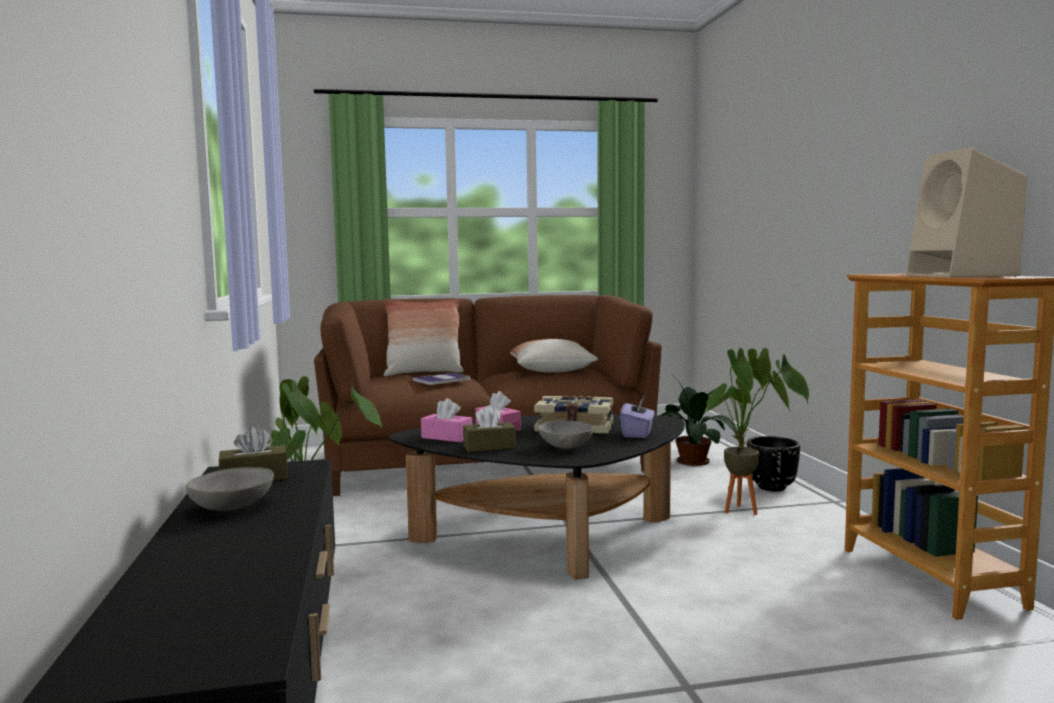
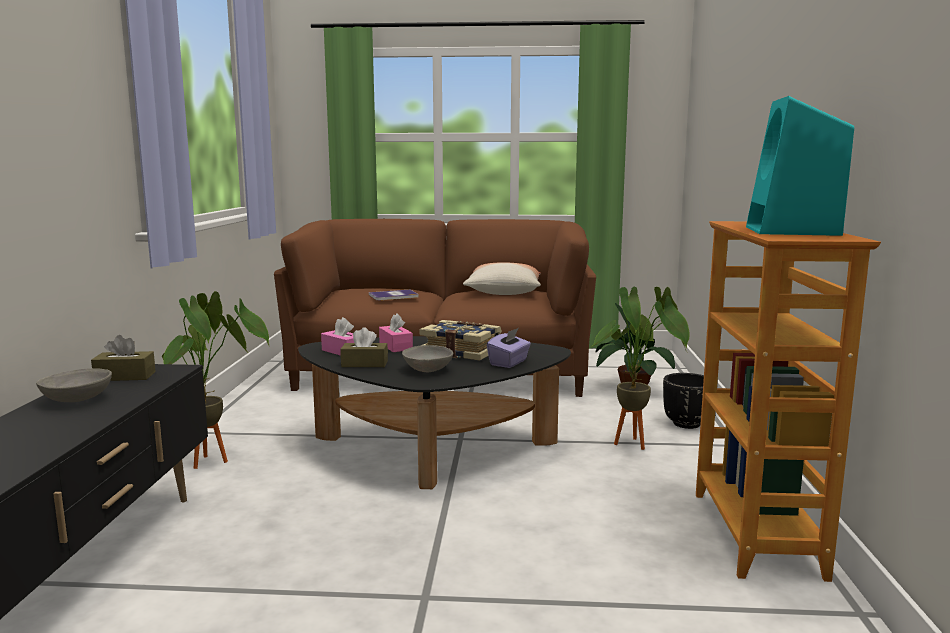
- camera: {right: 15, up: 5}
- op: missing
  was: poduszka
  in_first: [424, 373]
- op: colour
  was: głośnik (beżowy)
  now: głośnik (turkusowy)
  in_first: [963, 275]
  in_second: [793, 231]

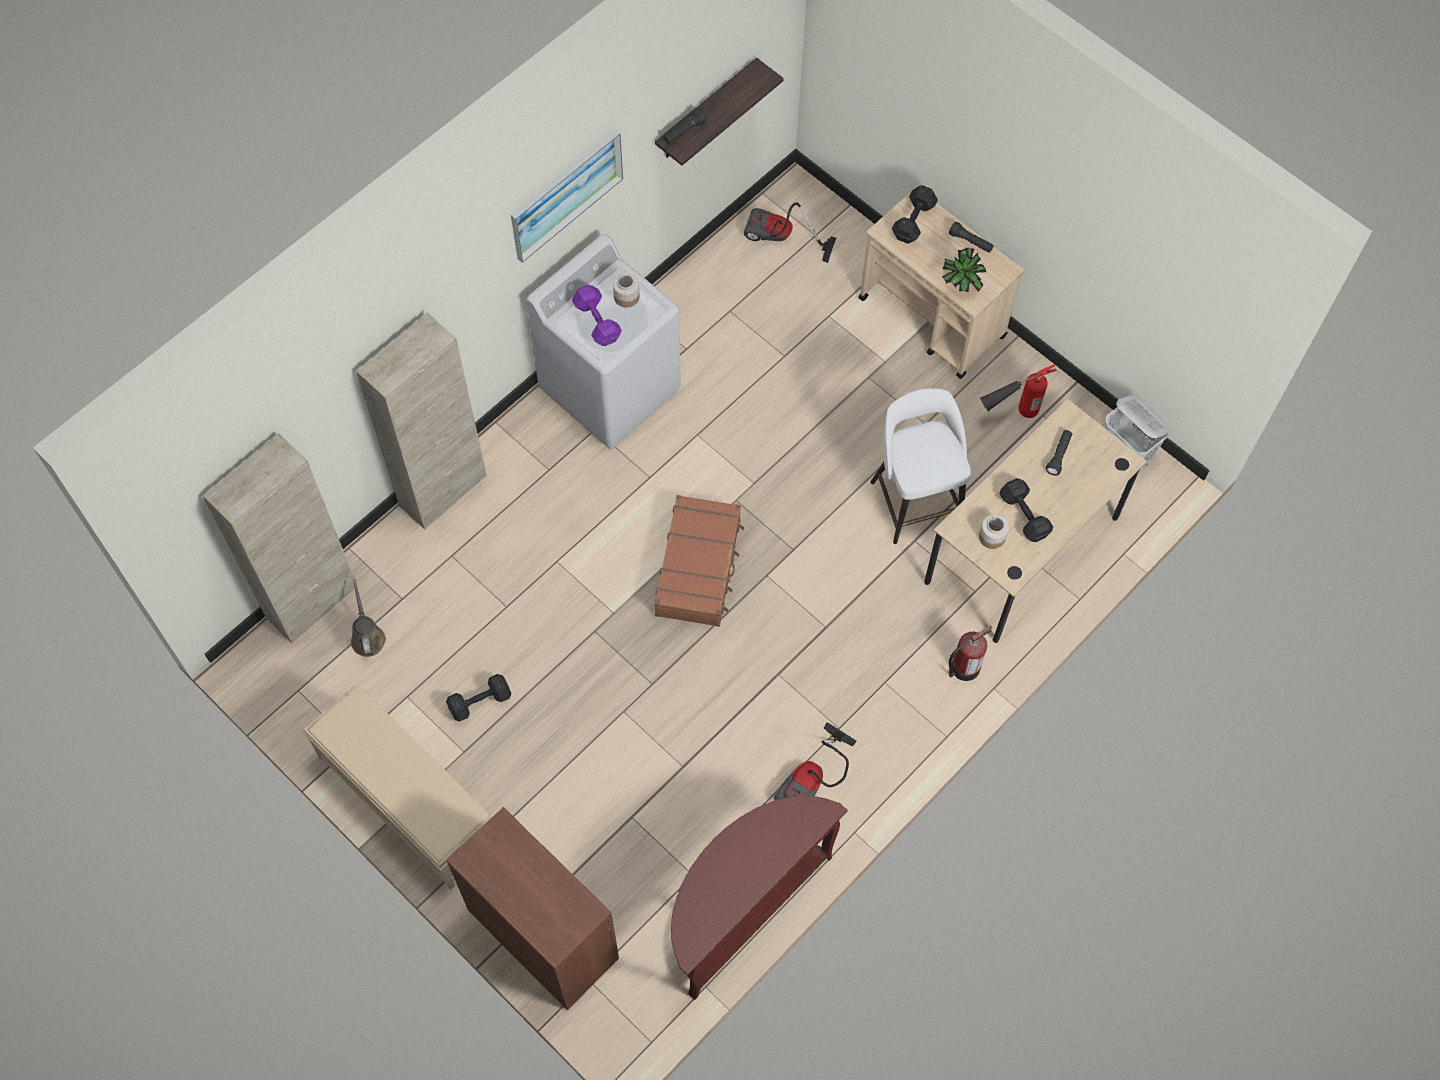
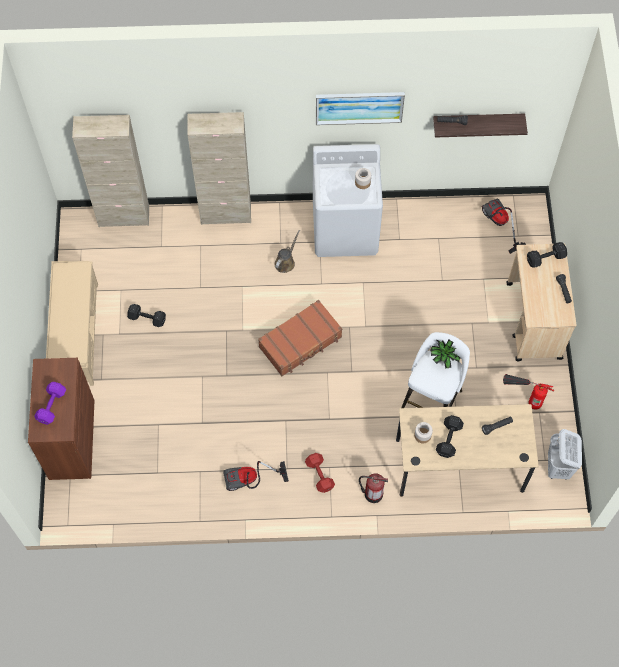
- camera: {right: 45, up: 0}
- op: missing
  was: stolik konsolowy (brązowy)
  in_first: [743, 907]
- op: appeared
  now: hantel (czerwony)
  in_second: [319, 476]
- op: relocated
  was: konewka (brązowy)
  in_first: [367, 636]
  in_second: [285, 262]
- op: relocated
  was: hantel (fioletowy)
  in_first: [597, 323]
  in_second: [51, 407]
- op: relocated
  was: roślina doniczkowa
  in_first: [960, 286]
  in_second: [443, 359]

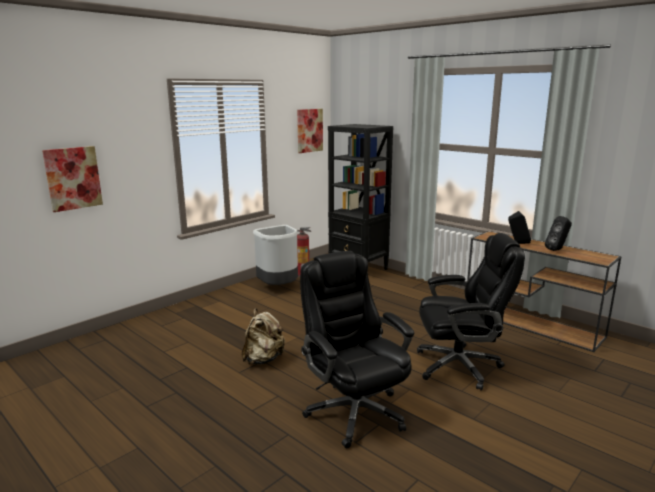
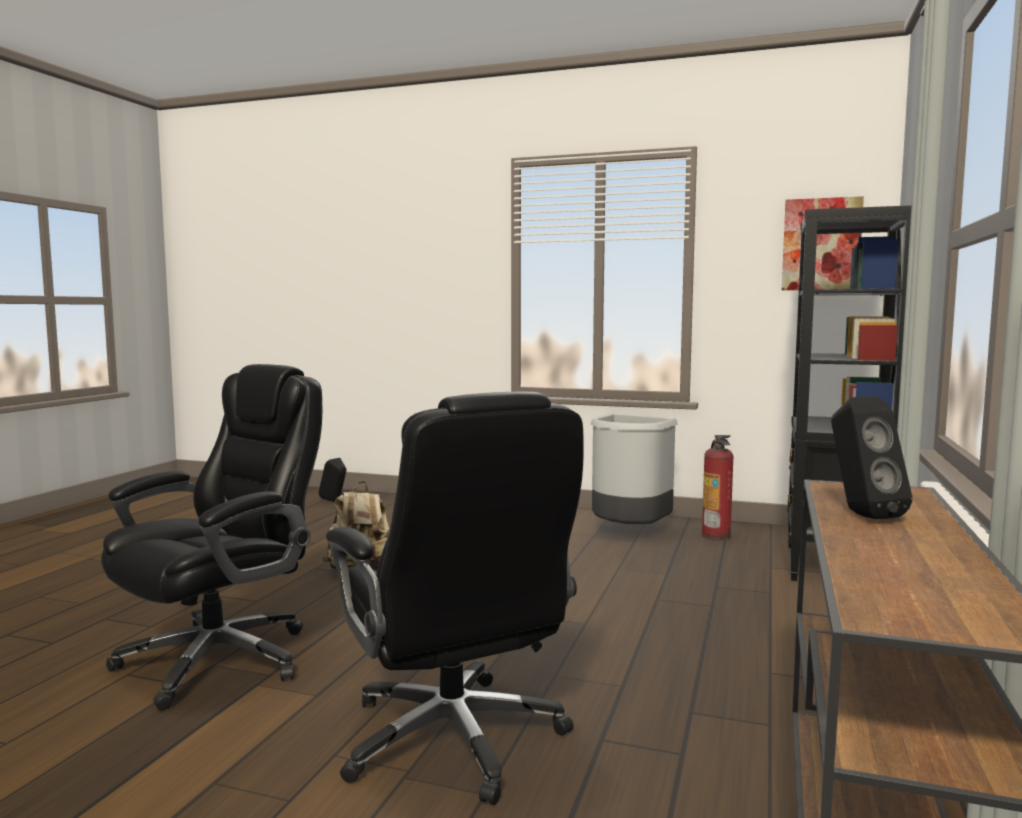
- camera: {right: 65, up: -10}
- op: missing
  was: obraz
  in_first: [73, 178]
- op: relocated
  was: głośnik (czarny)
  in_first: [557, 250]
  in_second: [335, 501]

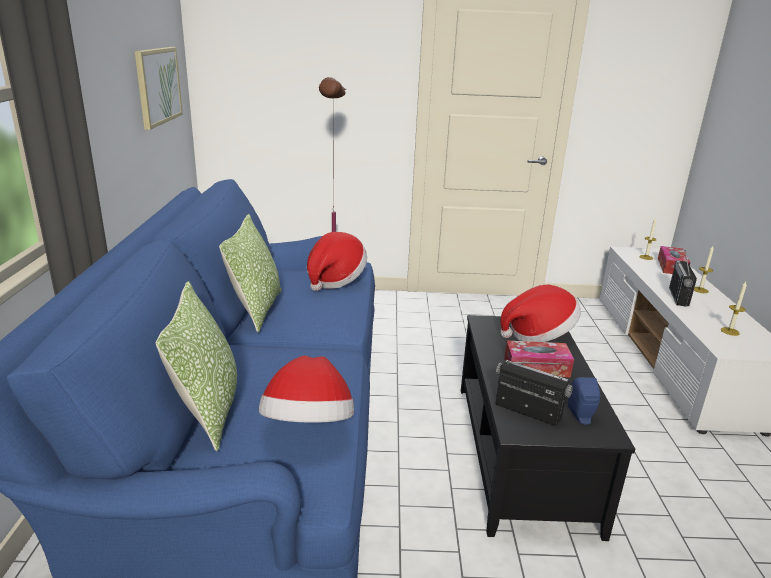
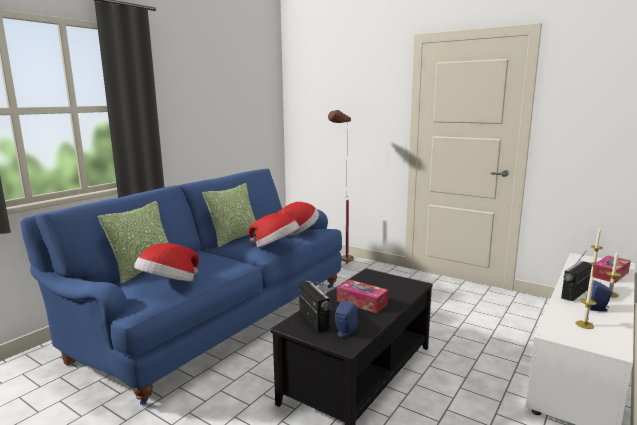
- camera: {right: 35, up: -10}
- op: missing
  was: obraz
  in_first: [158, 86]
- op: appeared
  now: głośnik (niebieski)
  in_second: [598, 309]
- op: relocated
  was: kapelusz
  in_first: [538, 334]
  in_second: [275, 246]

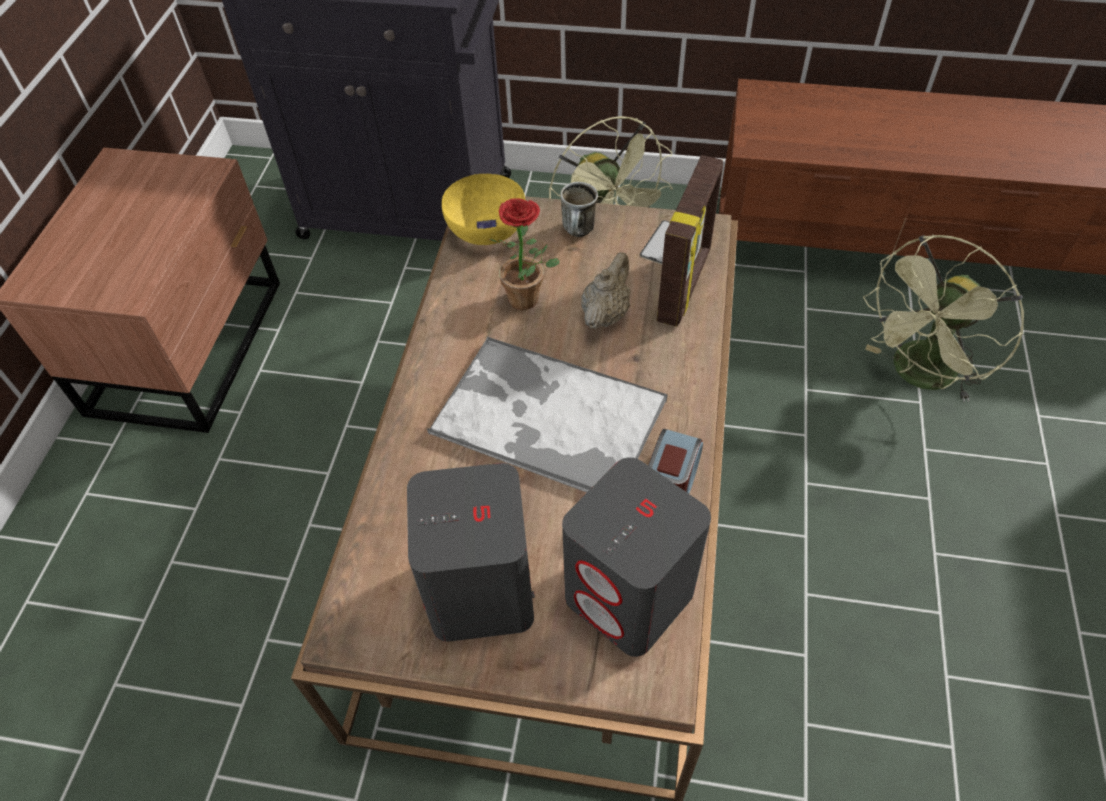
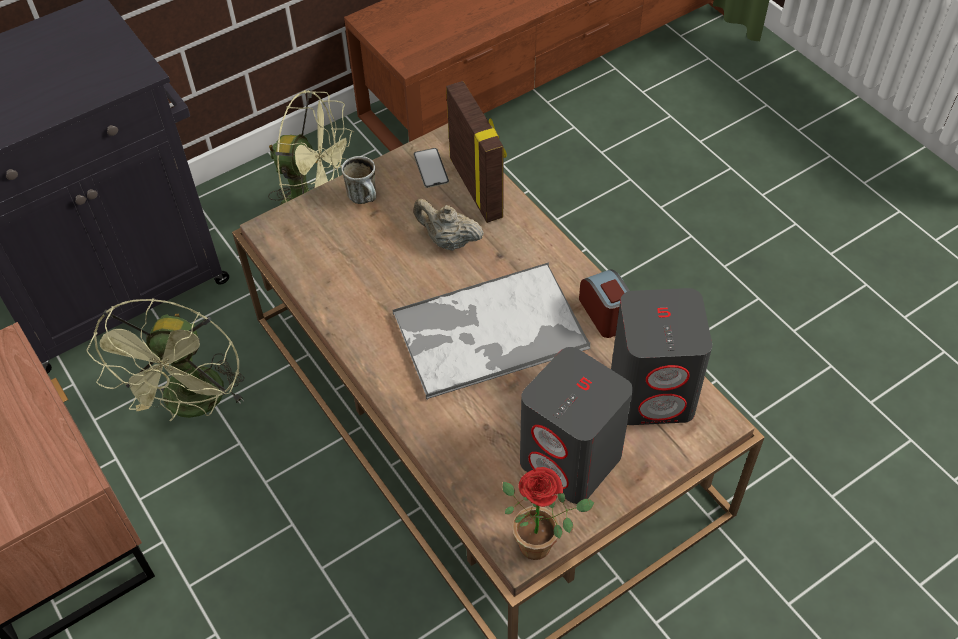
- camera: {right: -45, up: 0}
- op: missing
  was: miska (żółty)
  in_first: [485, 229]
- op: relocated
  was: roślina doniczkowa
  in_first: [530, 301]
  in_second: [542, 543]
- op: relocated
  was: wentylator (zielony)
  in_first: [918, 376]
  in_second: [193, 405]
- op: spun
  was: imbryk (beżowy)
  in_first: [605, 314]
  in_second: [448, 241]
  clockwise: -45

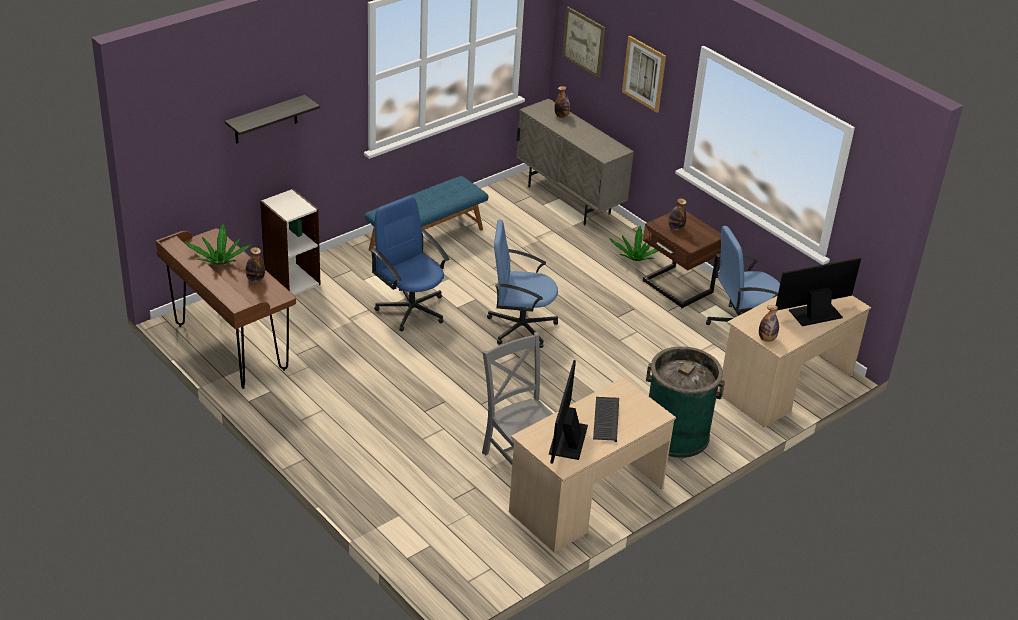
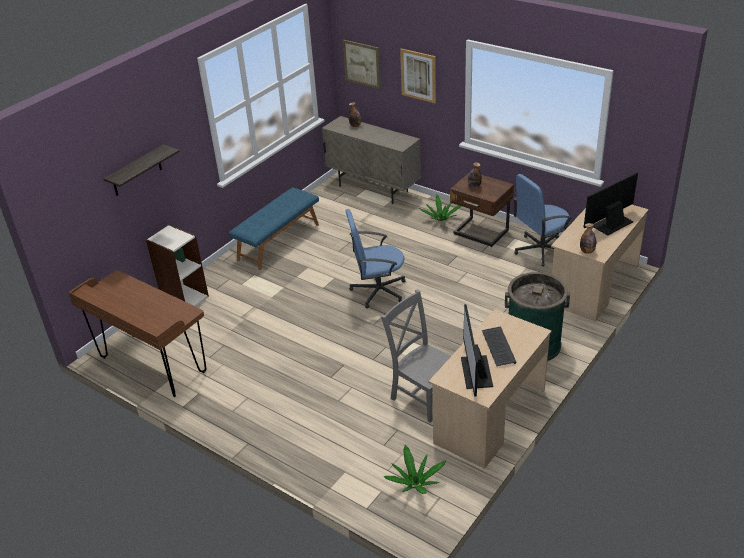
- camera: {right: -10, up: 0}
- op: missing
  was: butelka
  in_first: [255, 279]
- op: missing
  was: krzesło biurowe (niebieski)
  in_first: [411, 309]
- op: relocated
  was: roślina doniczkowa
  in_first: [220, 262]
  in_second: [415, 483]

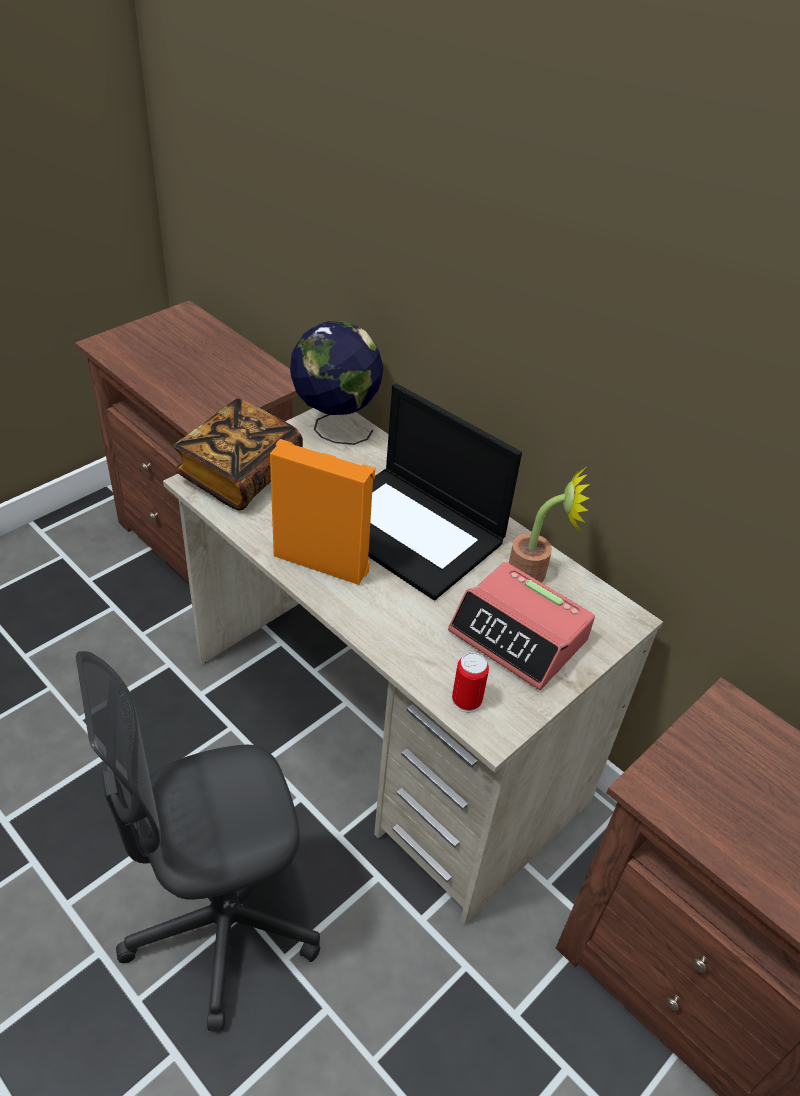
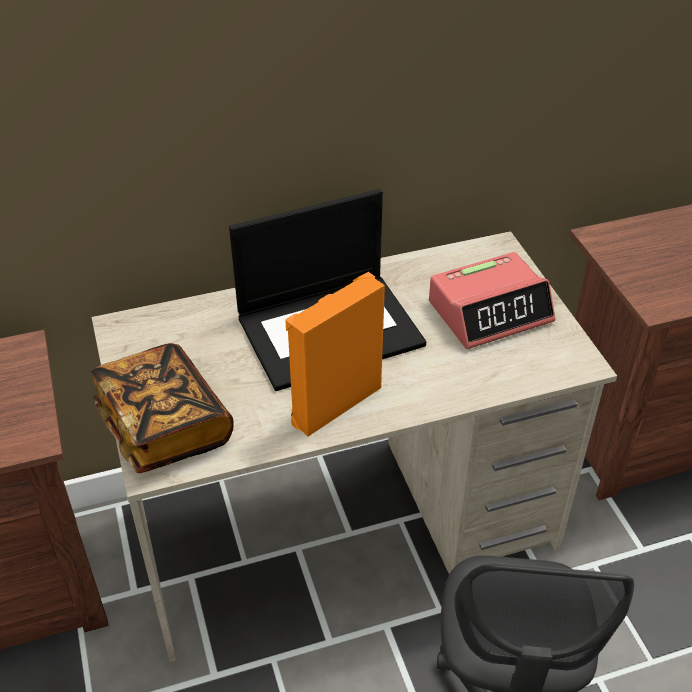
- camera: {right: -60, up: 0}
- op: missing
  was: globus
  in_first: [335, 426]
- op: missing
  was: puszka
  in_first: [466, 700]
- op: missing
  was: roślina doniczkowa
  in_first: [535, 572]

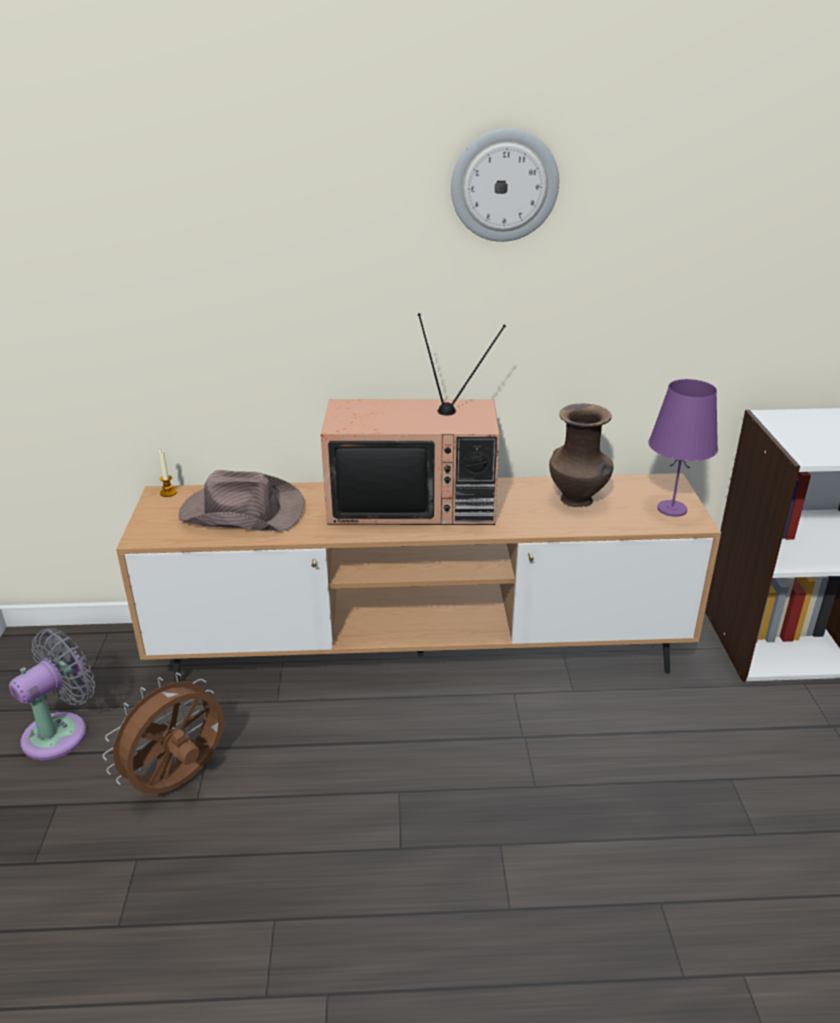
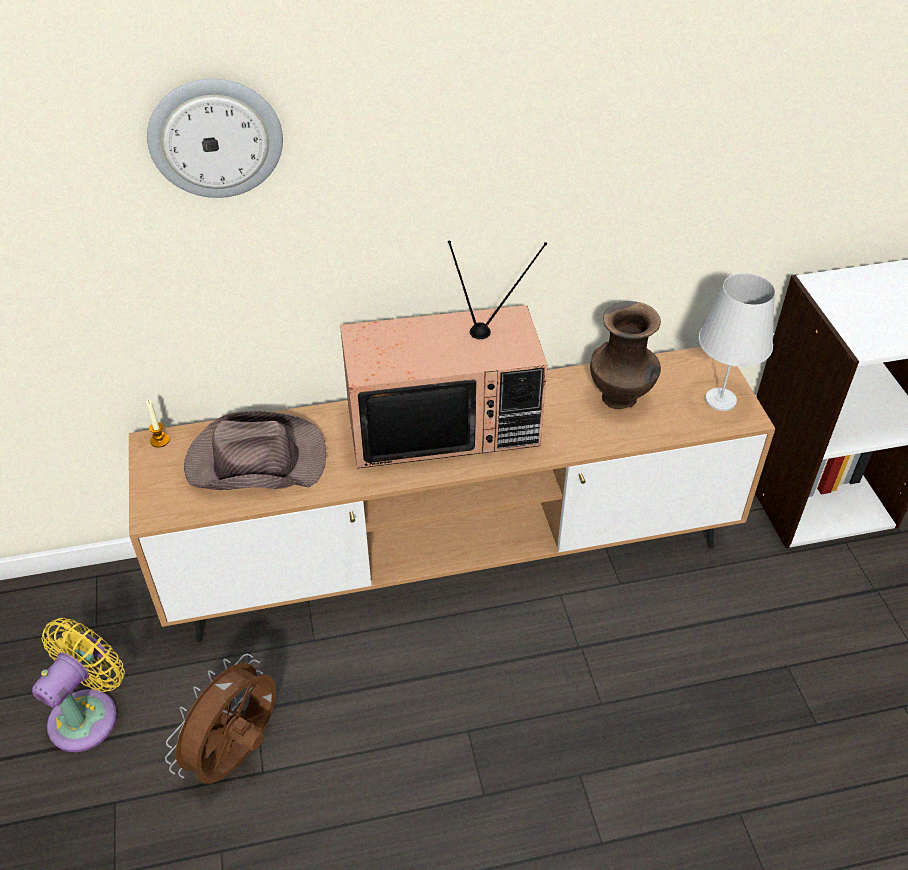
- camera: {right: -10, up: 15}
- op: relocated
  was: zegar ścienny
  in_first: [504, 185]
  in_second: [215, 138]
- op: colour
  was: wentylator (szary)
  now: wentylator (żółty)
  in_first: [61, 732]
  in_second: [88, 714]
- op: colour
  was: lampa stołowa (fioletowy)
  now: lampa stołowa (biały)
  in_first: [672, 509]
  in_second: [721, 399]

